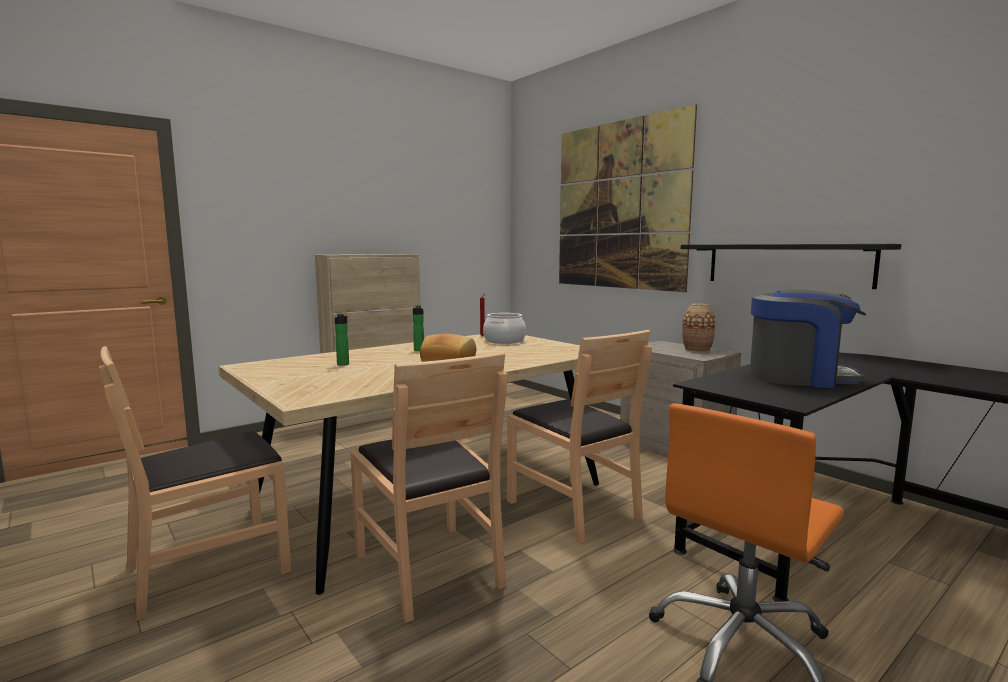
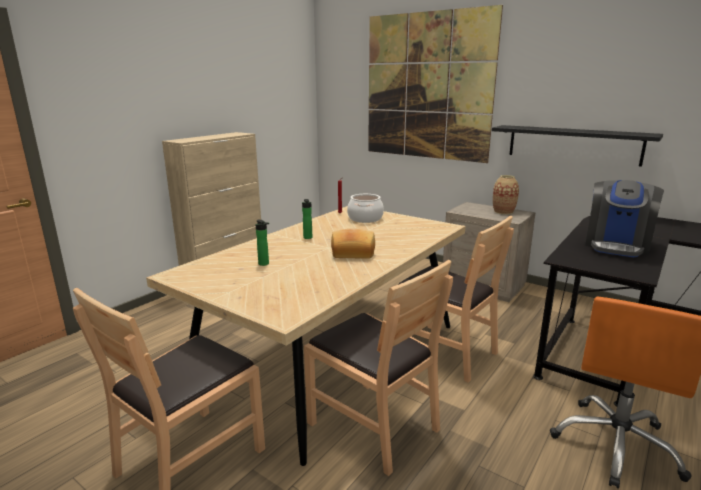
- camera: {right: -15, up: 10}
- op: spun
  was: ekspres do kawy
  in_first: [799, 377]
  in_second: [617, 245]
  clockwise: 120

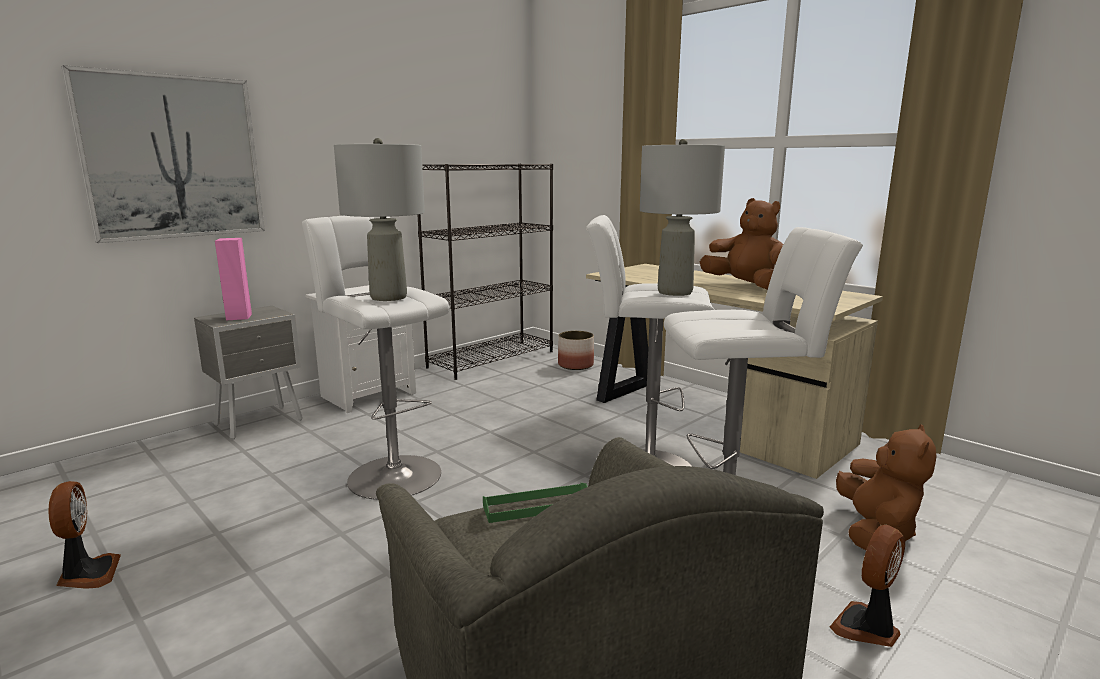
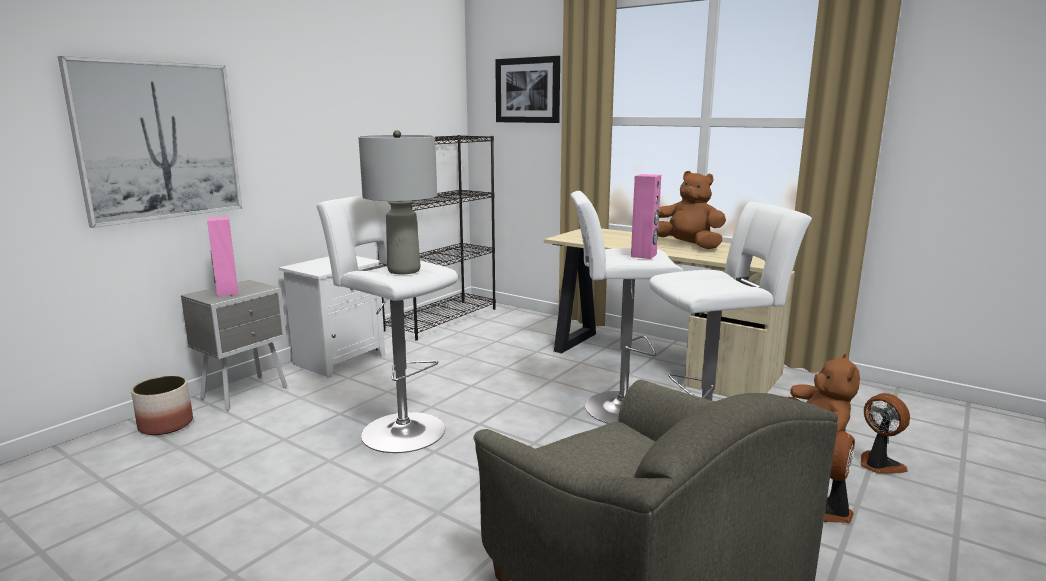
- camera: {right: -10, up: 0}
- op: missing
  was: taca (zielony)
  in_first: [537, 506]
- op: appeared
  now: obraz
  in_second: [528, 90]
- op: relocated
  was: wentylator
  in_first: [88, 574]
  in_second: [878, 465]
- op: relocated
  was: donica
  in_first: [576, 365]
  in_second: [166, 425]
- op: exchanged
  was: lampa stołowa (szary)
  now: głośnik (różowy)
  in_first: [674, 292]
  in_second: [644, 255]

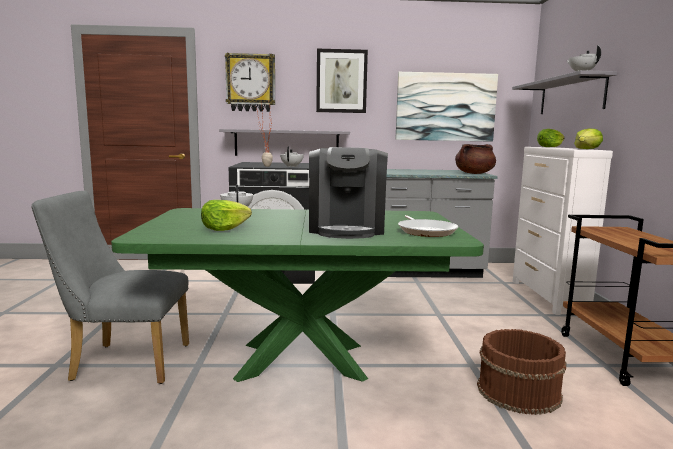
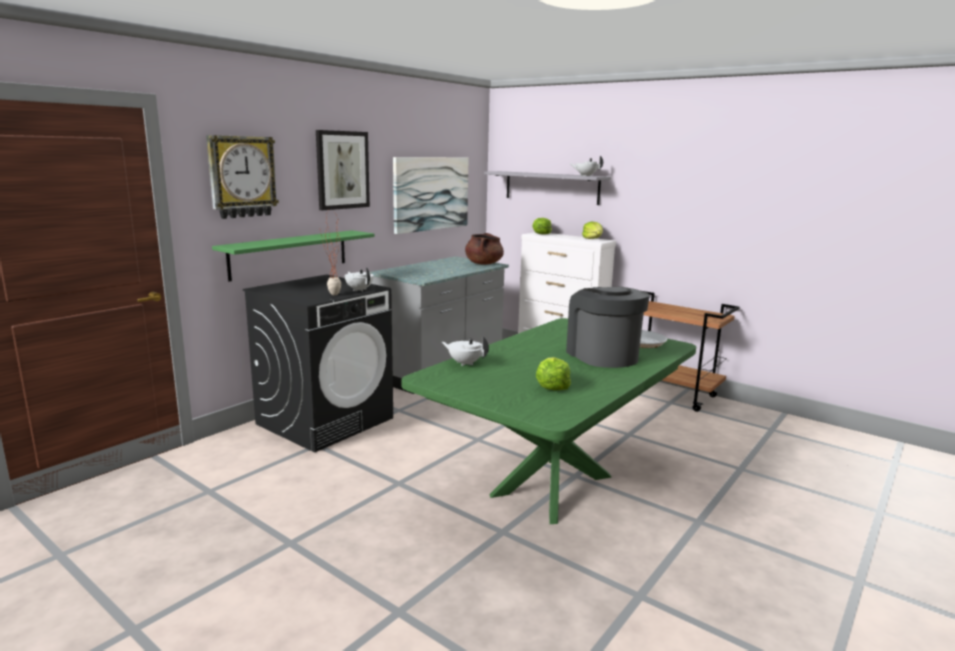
- camera: {right: -50, up: 5}
- op: missing
  was: krzesło (szary)
  in_first: [123, 362]
- op: missing
  was: wiadro (brązowy)
  in_first: [517, 391]
- op: colour
  was: półka (szary)
  now: półka (zielony)
  in_first: [286, 143]
  in_second: [289, 254]
- op: spun
  was: ekspres do kawy
  in_first: [347, 229]
  in_second: [602, 355]
  clockwise: -150

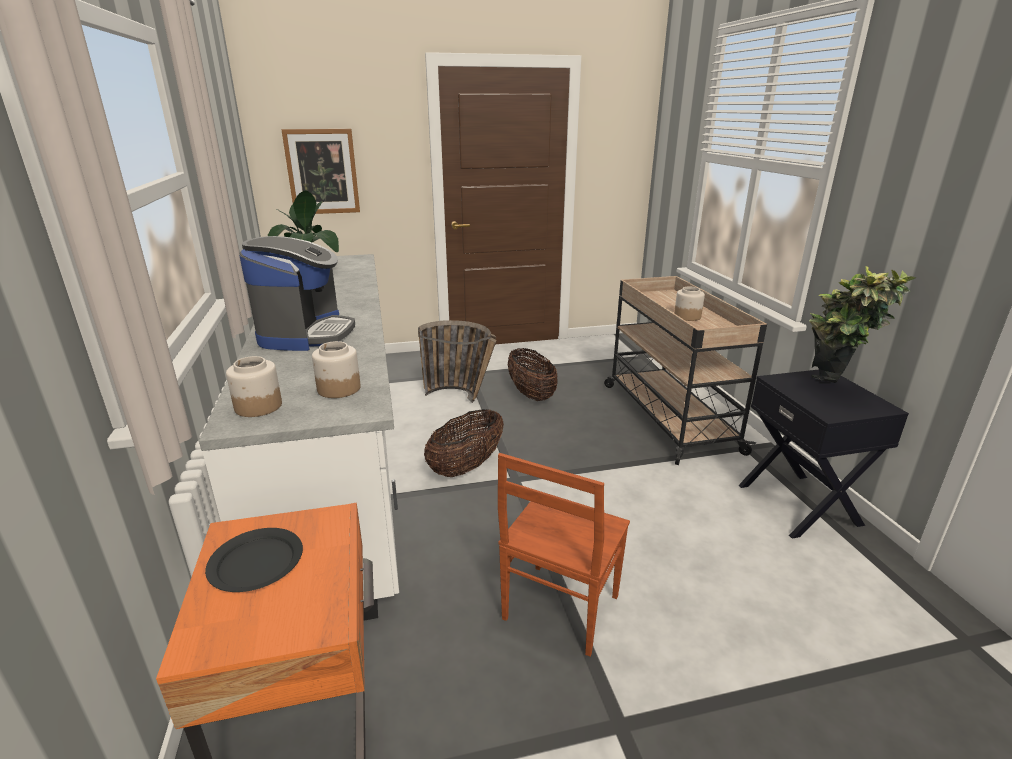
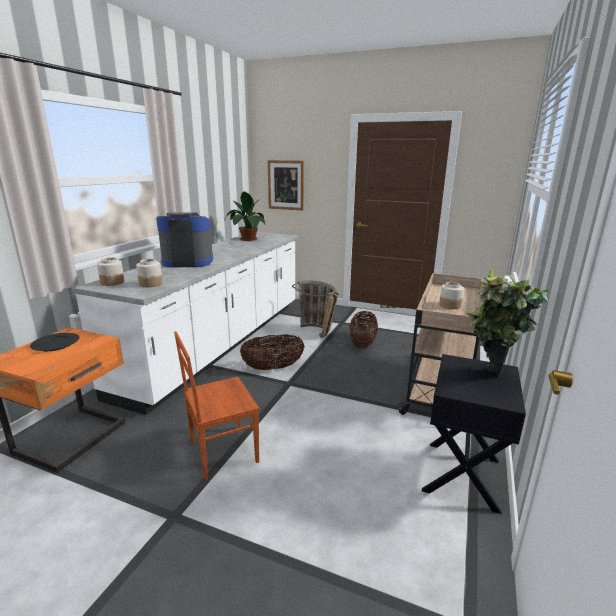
- camera: {right: 35, up: -5}
- op: spun
  was: ekspres do kawy
  in_first: [306, 334]
  in_second: [188, 262]
  clockwise: -135

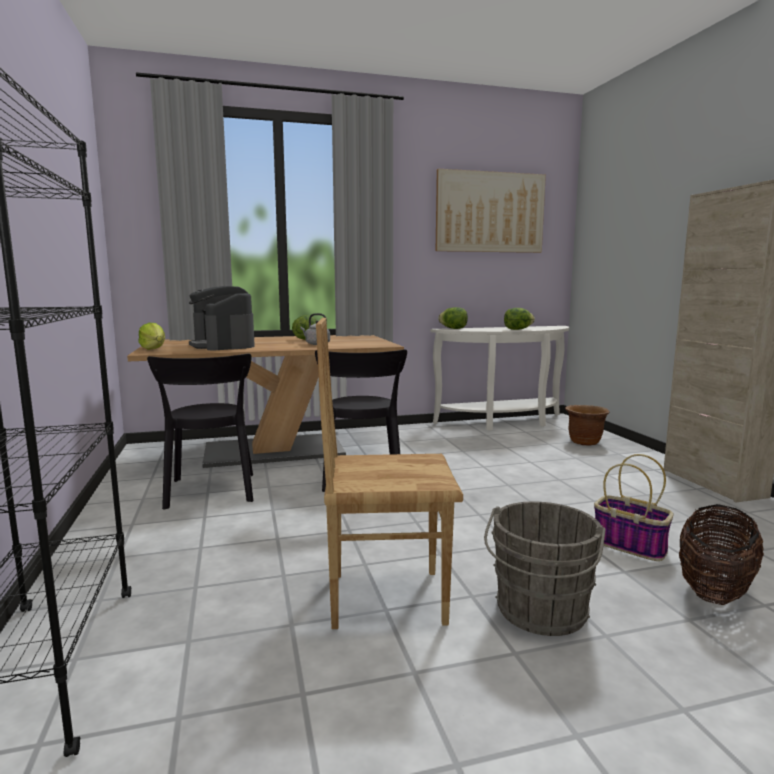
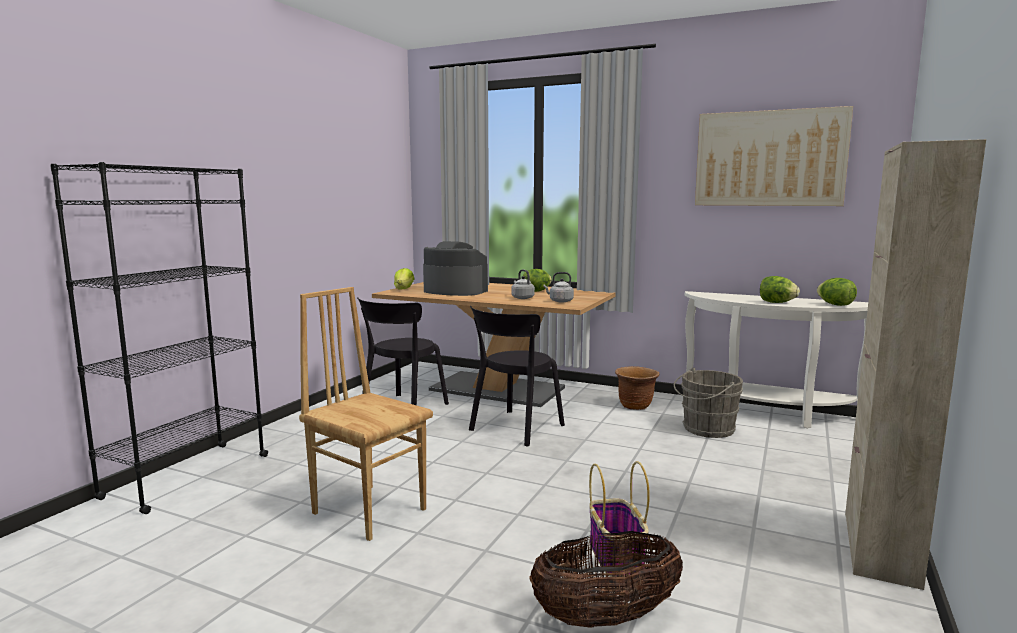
- camera: {right: 40, up: 0}
- op: appeared
  now: czajnik (szary)
  in_second: [559, 301]
- op: relocated
  was: sałata
  in_first: [453, 328]
  in_second: [835, 305]
- op: relocated
  was: wiadro (szary)
  in_first: [540, 613]
  in_second: [706, 429]
- op: relocated
  was: donica (brązowy)
  in_first: [584, 442]
  in_second: [635, 405]
- op: spun
  was: ekspres do kawy
  in_first: [223, 345]
  in_second: [454, 291]
  clockwise: 105

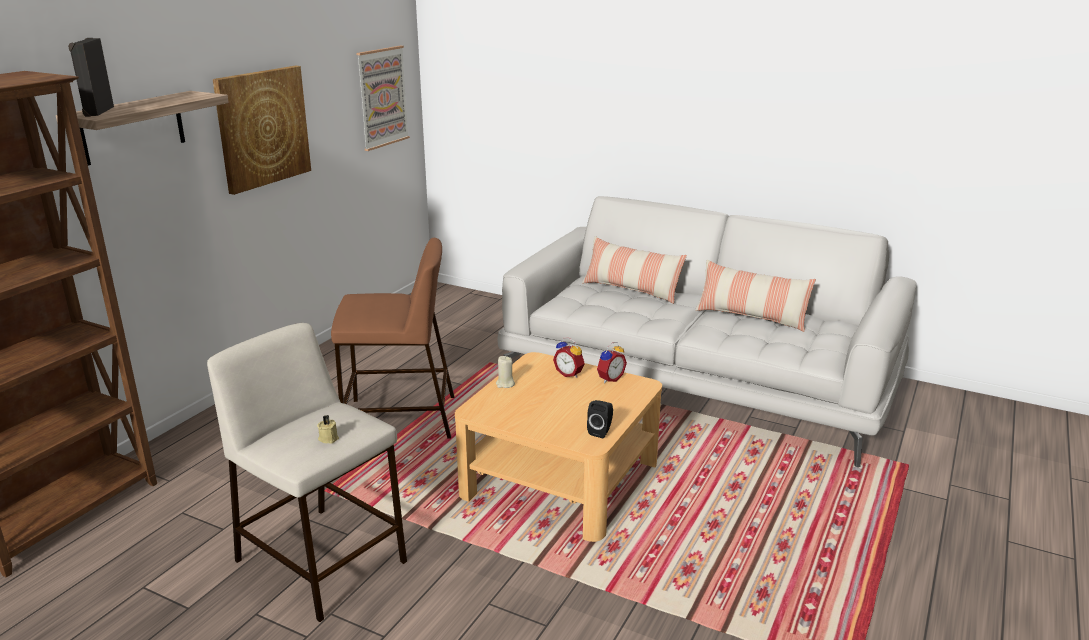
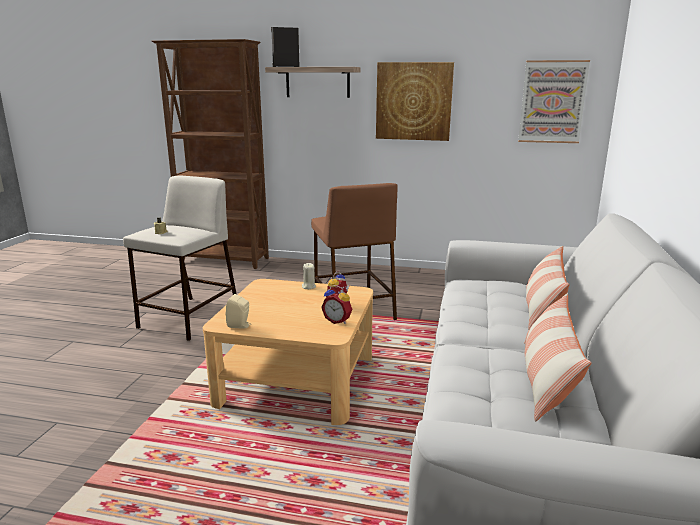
- camera: {right: 75, up: -5}
- op: colour
  was: głośnik (czarny)
  now: głośnik (beżowy)
  in_first: [601, 431]
  in_second: [240, 326]

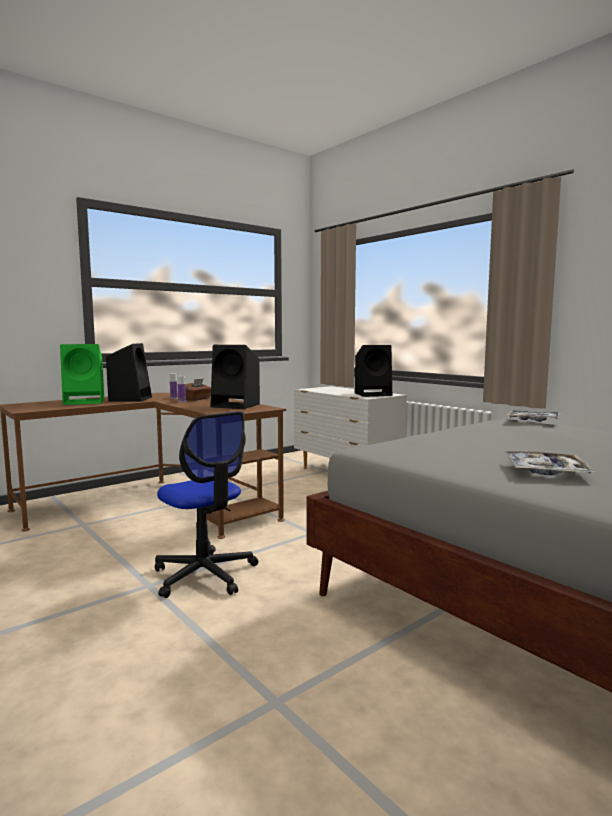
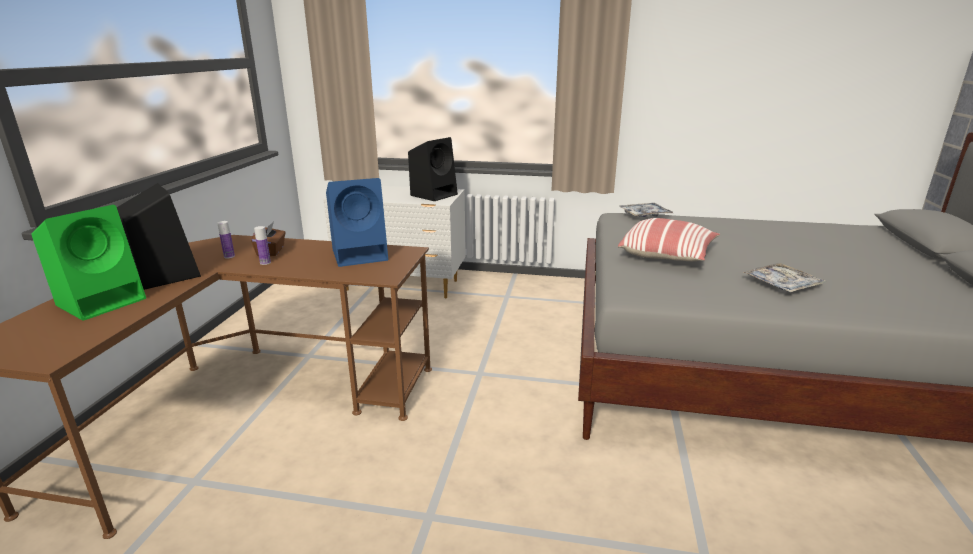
- camera: {right: -40, up: 15}
- op: missing
  was: krzesło biurowe
  in_first: [205, 575]
- op: appeared
  now: poduszka
  in_second: [667, 255]
- op: colour
  was: głośnik (czarny)
  now: głośnik (niebieski)
  in_first: [237, 405]
  in_second: [361, 255]

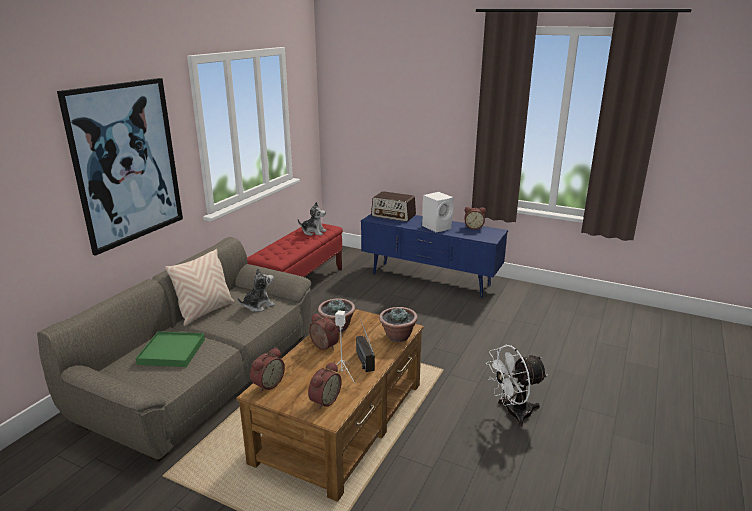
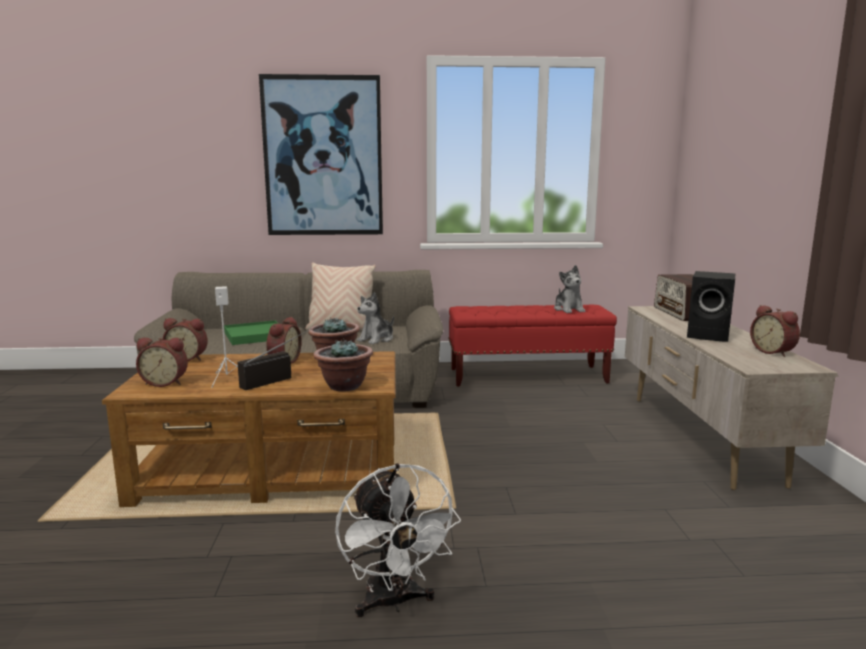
- camera: {right: 60, up: -10}
- op: colour
  was: szafka pod telewizor (niebieski)
  now: szafka pod telewizor (beżowy)
  in_first: [430, 280]
  in_second: [700, 437]
- op: colour
  was: głośnik (biały)
  now: głośnik (czarny)
  in_first: [437, 227]
  in_second: [710, 335]
- op: spun
  was: pluszak
  in_first: [258, 306]
  in_second: [377, 339]
  clockwise: 105
- op: spun
  was: wentylator (biały)
  in_first: [512, 413]
  in_second: [393, 602]
  clockwise: -150

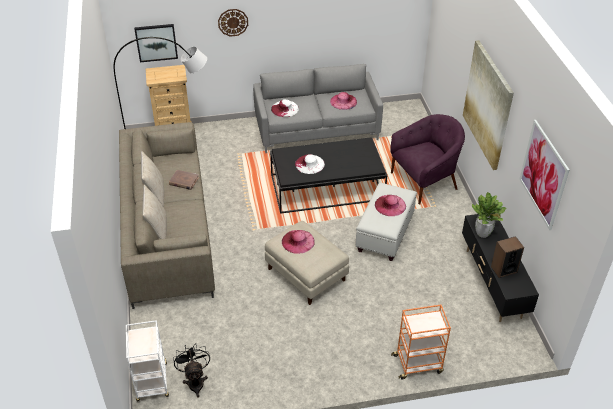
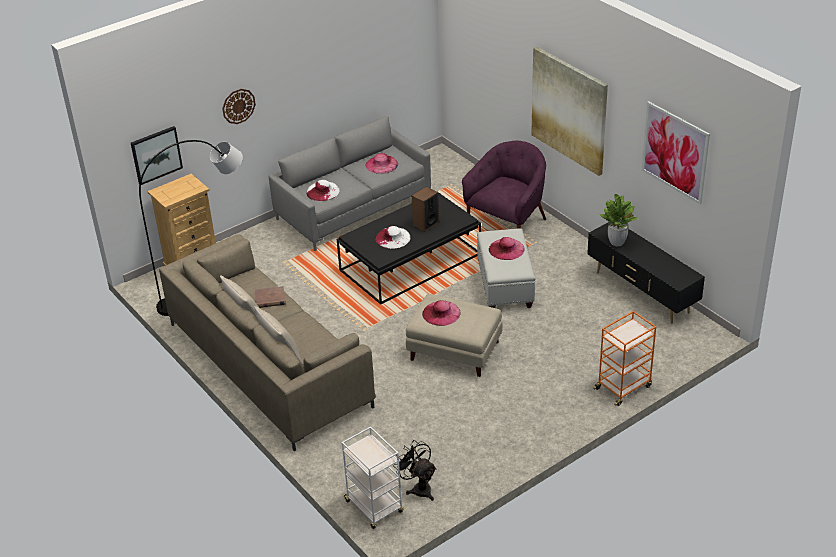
- camera: {right: -25, up: -5}
- op: relocated
  was: głośnik
  in_first: [503, 269]
  in_second: [425, 224]

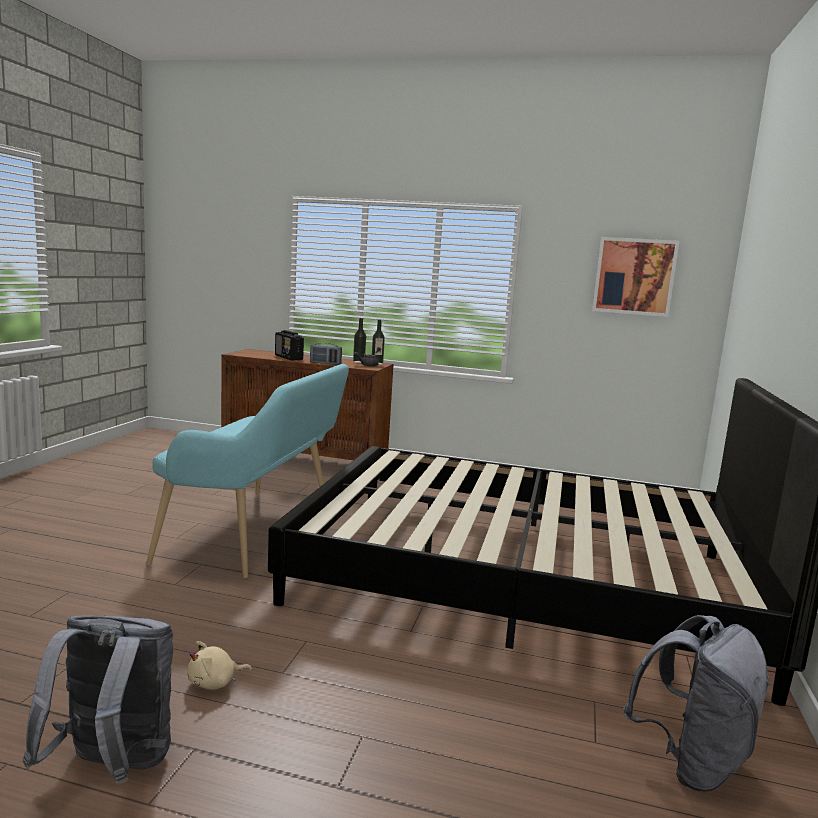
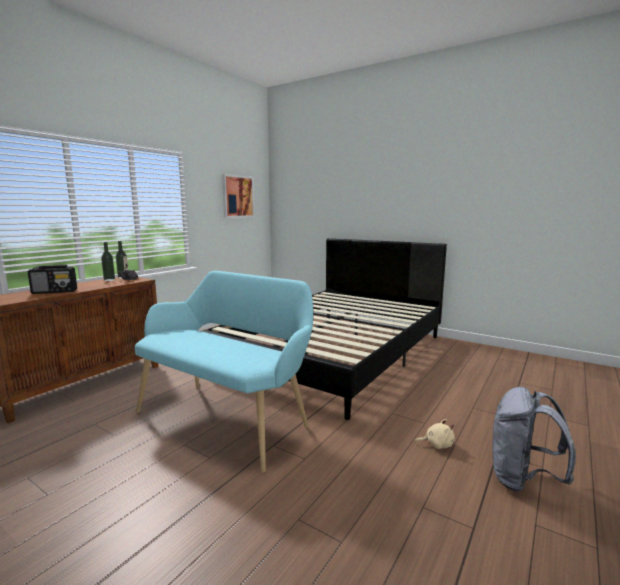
- camera: {right: -70, up: 0}
- op: missing
  was: radio
  in_first: [325, 363]
- op: missing
  was: plecak (szary)
  in_first: [691, 762]
- op: spun
  was: pluszak (beżowy)
  in_first: [215, 682]
  in_second: [437, 444]
  clockwise: -75

